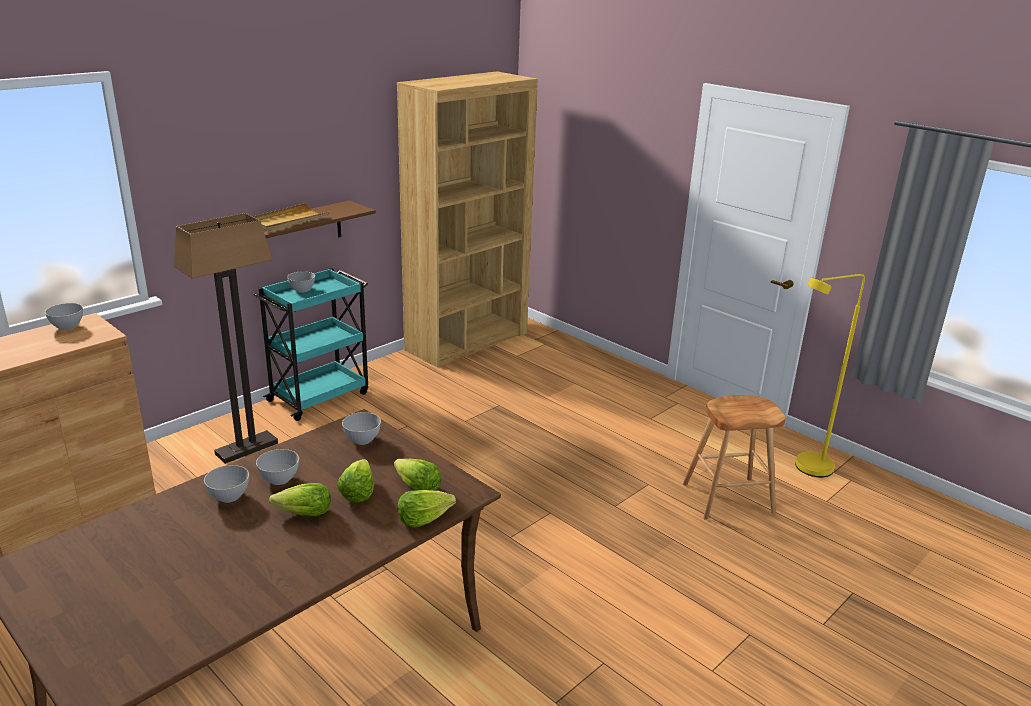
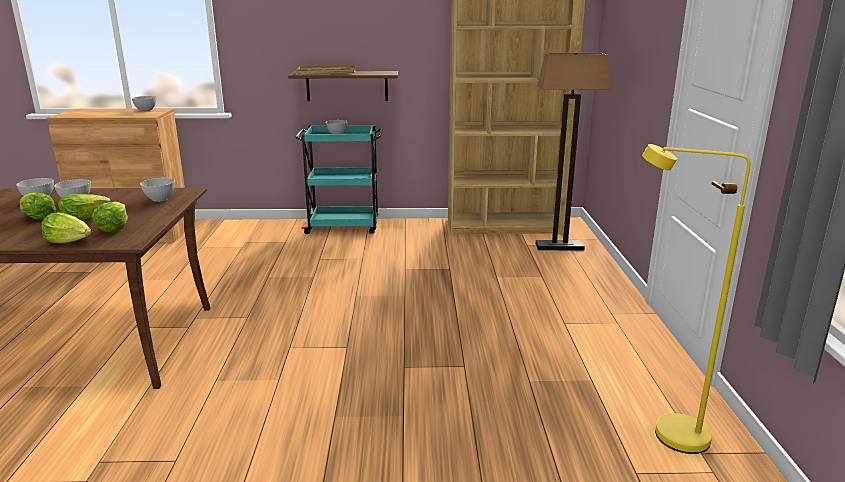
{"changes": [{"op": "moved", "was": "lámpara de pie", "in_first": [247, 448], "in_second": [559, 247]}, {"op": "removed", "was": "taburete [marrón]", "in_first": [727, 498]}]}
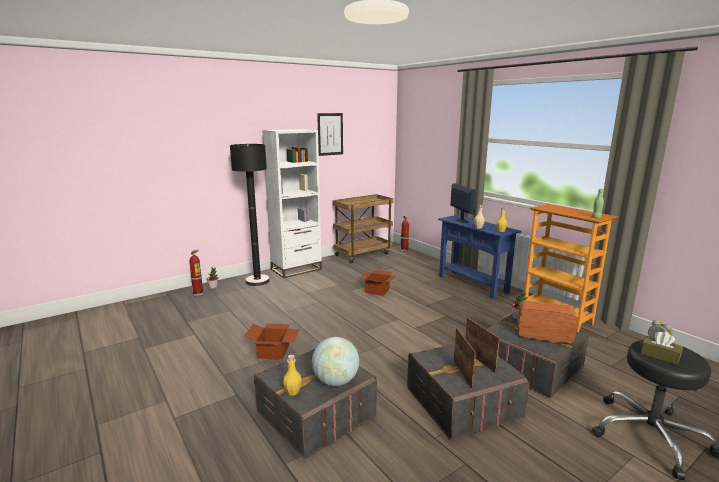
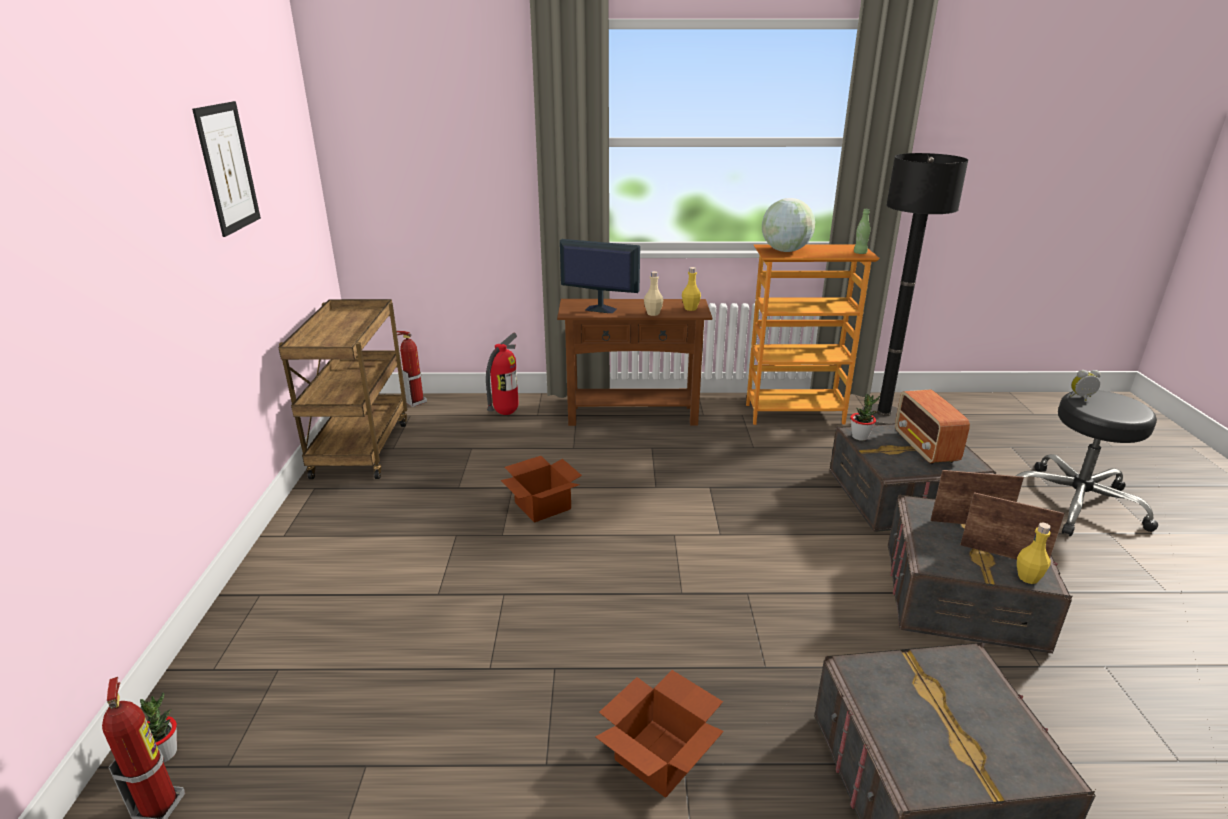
{"changes": [{"op": "added", "now": "extintor", "in_second": [505, 413]}, {"op": "recoloured", "was": "mesa consola [azul]", "now": "mesa consola [marrón]", "in_first": [472, 284], "in_second": [632, 415]}, {"op": "moved", "was": "globo terráqueo", "in_first": [336, 381], "in_second": [785, 251]}, {"op": "moved", "was": "lámpara de pie [negro]", "in_first": [257, 281], "in_second": [882, 418]}, {"op": "turned", "was": "radio", "in_first": [543, 336], "in_second": [925, 448], "clockwise": -60}, {"op": "moved", "was": "botella [amarillo]", "in_first": [293, 392], "in_second": [1028, 578]}, {"op": "removed", "was": "estantería [blanco]", "in_first": [296, 269]}, {"op": "removed", "was": "caja de pañuelos [marrón]", "in_first": [660, 356]}]}
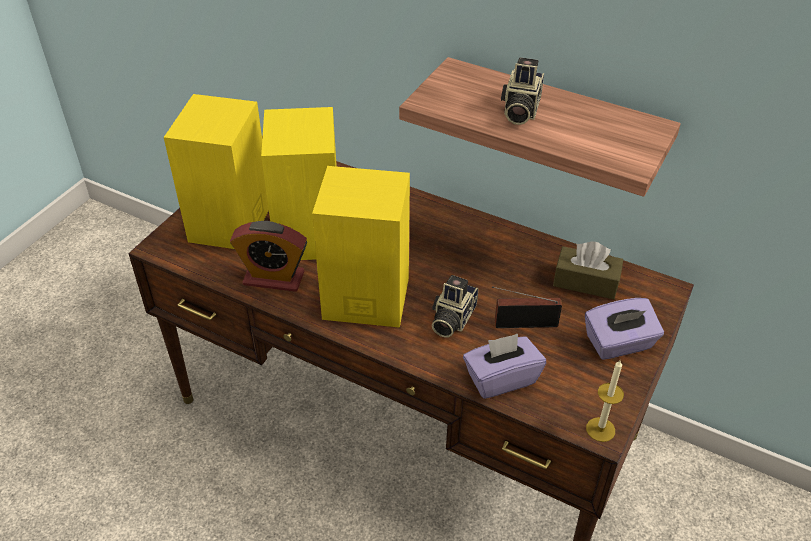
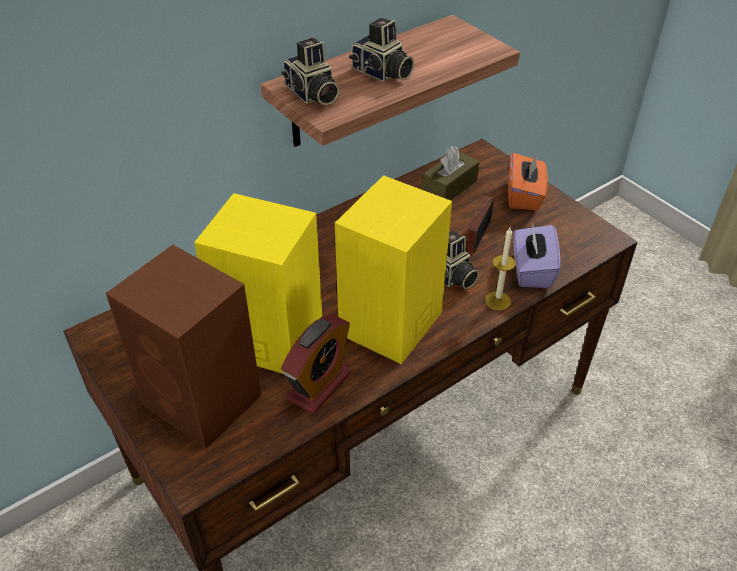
{"changes": [{"op": "recoloured", "was": "altavoz [amarillo]", "now": "altavoz [marrón]", "in_first": [229, 224], "in_second": [204, 401]}, {"op": "added", "now": "cámara", "in_second": [311, 94]}, {"op": "moved", "was": "vela", "in_first": [600, 429], "in_second": [498, 301]}, {"op": "recoloured", "was": "caja de pañuelos [morado]", "now": "caja de pañuelos [naranja]", "in_first": [619, 343], "in_second": [524, 196]}]}
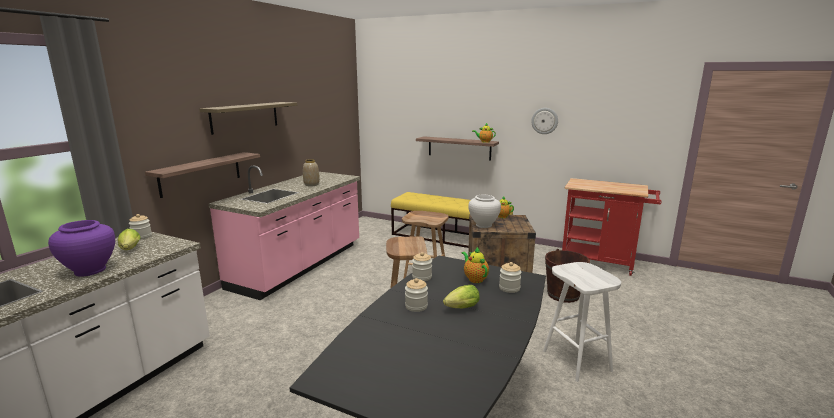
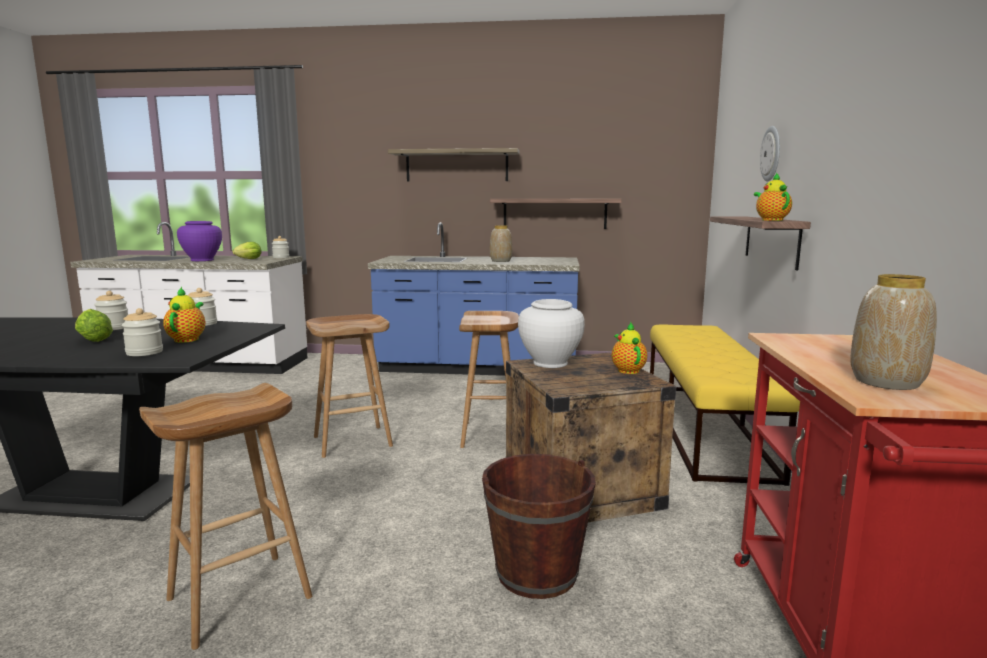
{"changes": [{"op": "recoloured", "was": "taburete [blanco]", "now": "taburete [marrón]", "in_first": [577, 361], "in_second": [238, 599]}, {"op": "turned", "was": "tetera", "in_first": [474, 279], "in_second": [188, 339], "clockwise": -45}, {"op": "recoloured", "was": "mueble bajo de cocina [rosa]", "now": "mueble bajo de cocina [azul]", "in_first": [299, 265], "in_second": [477, 368]}, {"op": "moved", "was": "estante", "in_first": [201, 173], "in_second": [554, 213]}, {"op": "moved", "was": "reloj de pared", "in_first": [544, 121], "in_second": [771, 153]}, {"op": "added", "now": "florero", "in_second": [885, 382]}]}
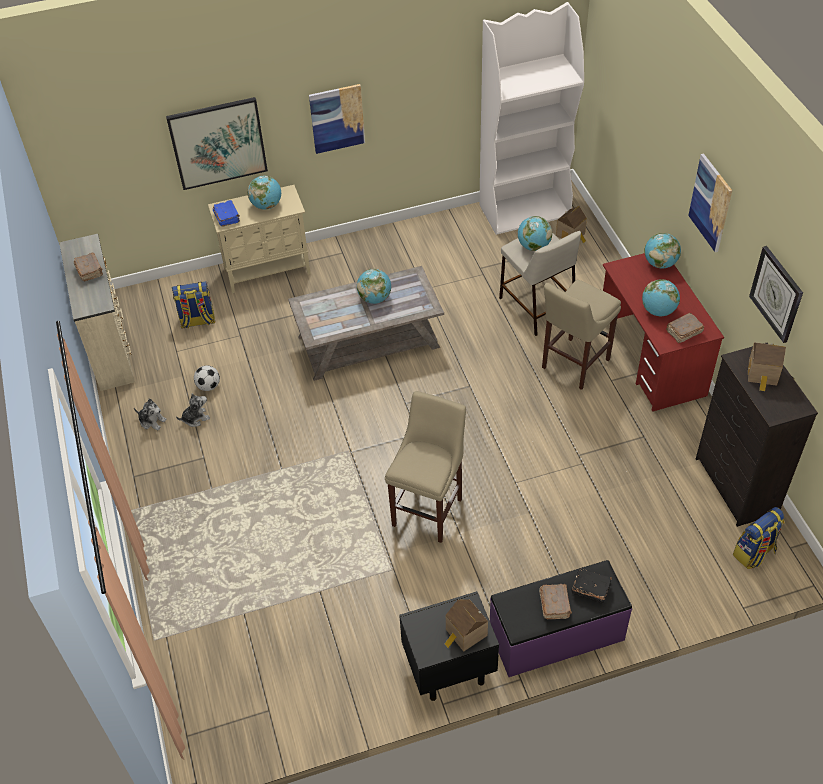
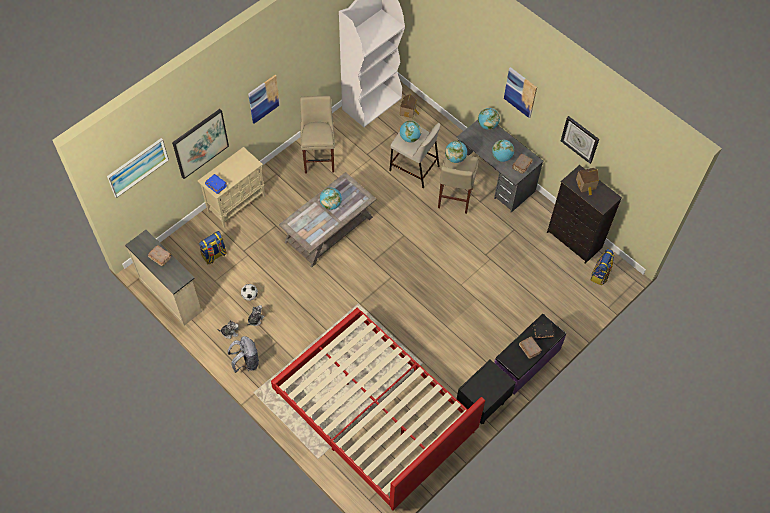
{"changes": [{"op": "added", "now": "cuadro", "in_second": [137, 167]}, {"op": "added", "now": "mochila [gris]", "in_second": [246, 362]}, {"op": "added", "now": "cama [rojo]", "in_second": [374, 412]}, {"op": "moved", "was": "taburete [beis]", "in_first": [429, 509], "in_second": [319, 158]}, {"op": "moved", "was": "globo terráqueo", "in_first": [267, 205], "in_second": [455, 158]}, {"op": "recoloured", "was": "escritorio [rojo]", "now": "escritorio [gris]", "in_first": [651, 358], "in_second": [494, 179]}, {"op": "removed", "was": "casita", "in_first": [465, 634]}]}
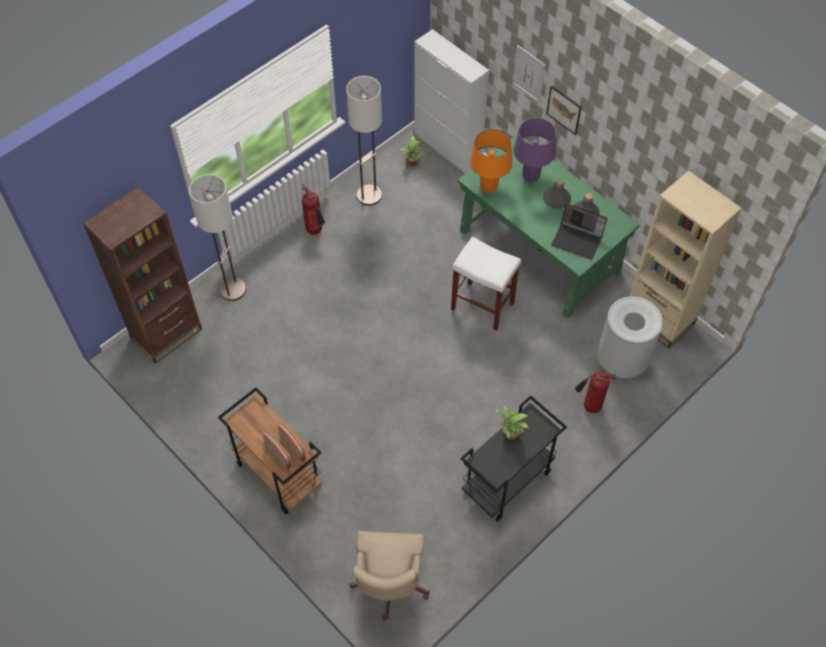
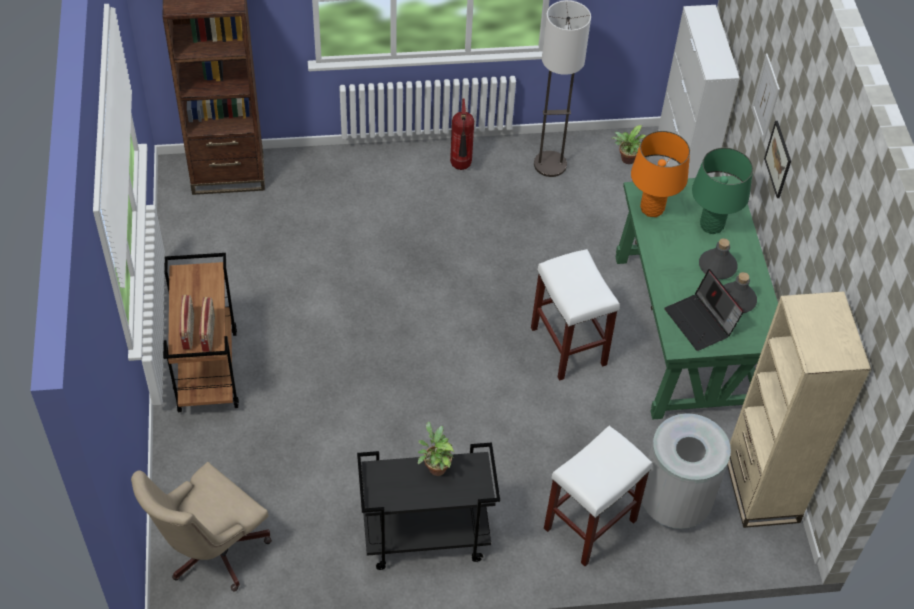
{"changes": [{"op": "replaced", "was": "extintor", "now": "taburete [blanco]", "in_first": [589, 407], "in_second": [589, 526]}, {"op": "recoloured", "was": "lámpara de mesa [morado]", "now": "lámpara de mesa [verde]", "in_first": [531, 175], "in_second": [711, 225]}, {"op": "removed", "was": "lámpara de pie", "in_first": [232, 289]}]}
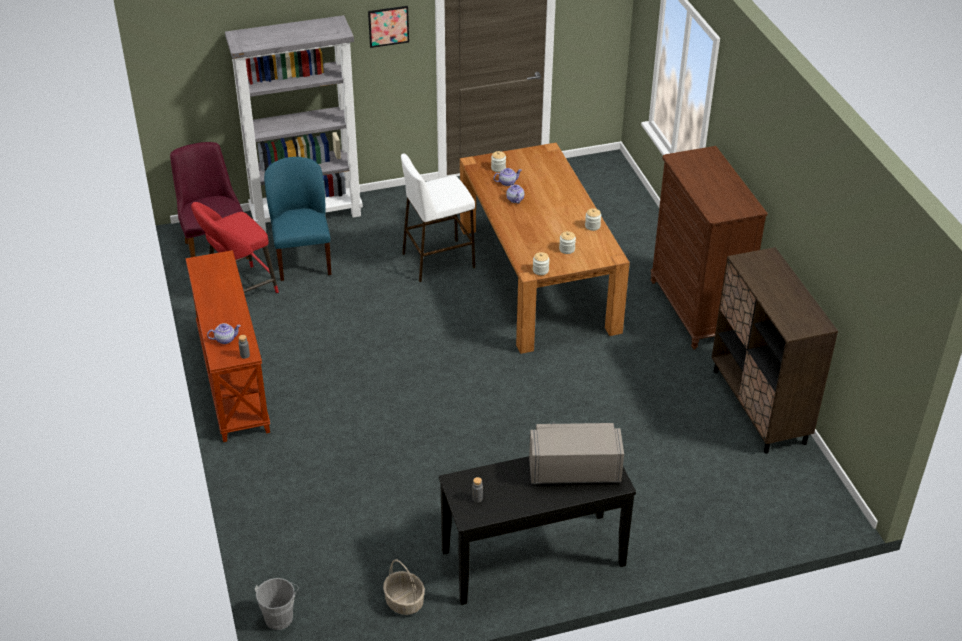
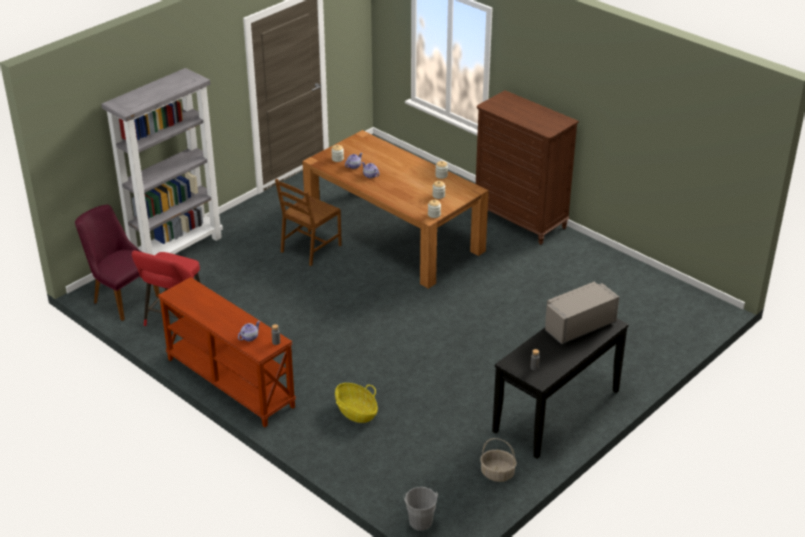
{"changes": [{"op": "replaced", "was": "taburete [blanco]", "now": "silla [marrón]", "in_first": [437, 260], "in_second": [310, 248]}, {"op": "added", "now": "cesta", "in_second": [356, 412]}, {"op": "removed", "was": "silla [azul]", "in_first": [302, 258]}, {"op": "removed", "was": "cuadro", "in_first": [388, 26]}, {"op": "removed", "was": "armario [marrón]", "in_first": [759, 406]}]}
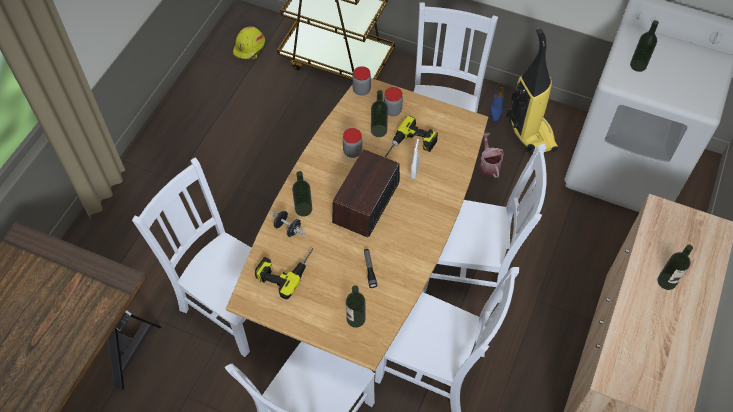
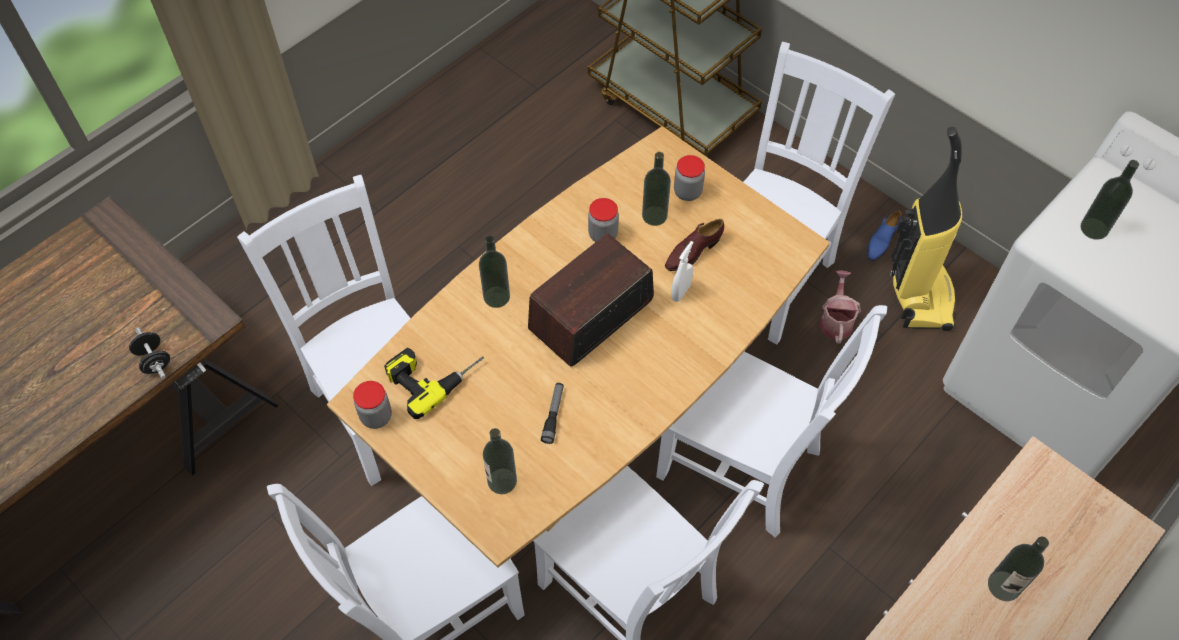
{"changes": [{"op": "moved", "was": "mancuerna [negro]", "in_first": [288, 228], "in_second": [154, 360]}, {"op": "moved", "was": "tarro", "in_first": [361, 90], "in_second": [376, 416]}, {"op": "replaced", "was": "taladro", "now": "zapato [marrón]", "in_first": [411, 146], "in_second": [692, 252]}, {"op": "removed", "was": "casco [amarillo]", "in_first": [250, 48]}]}
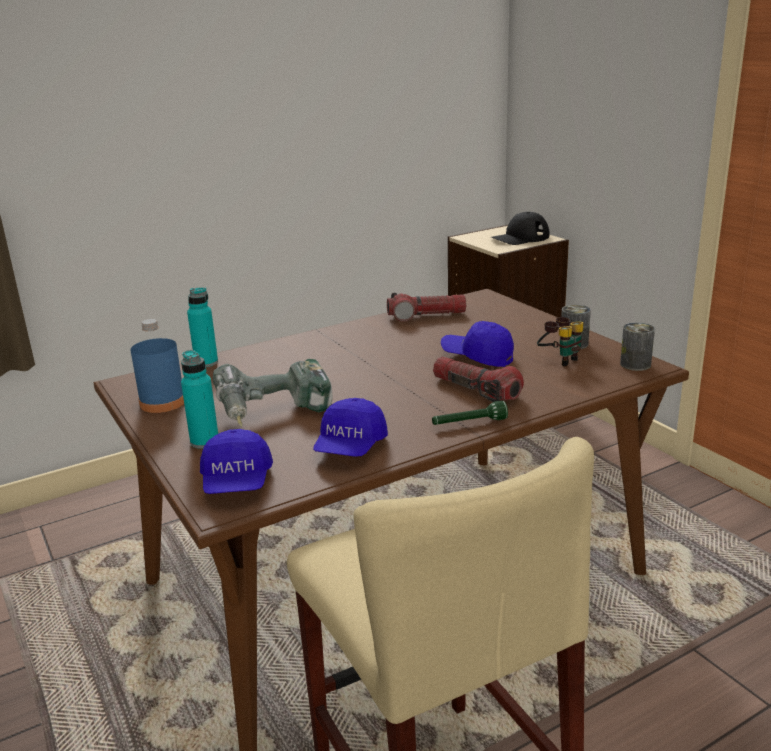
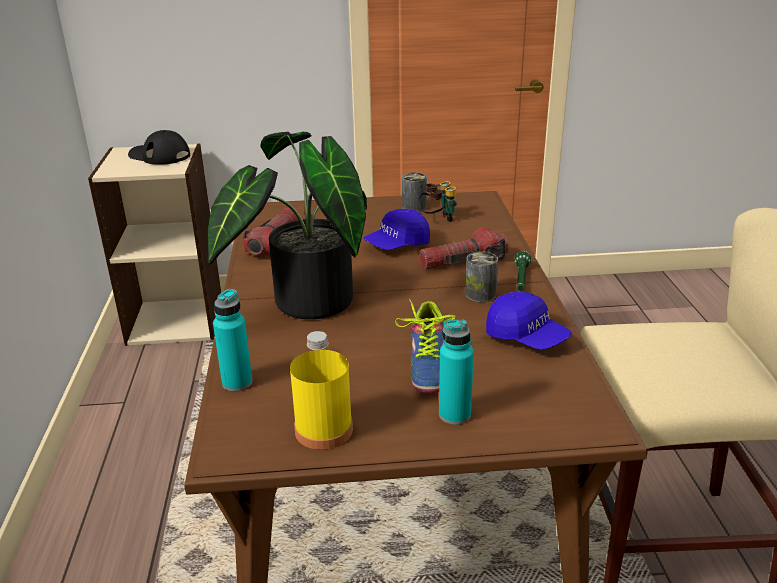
{"changes": [{"op": "turned", "was": "gorra [negro]", "in_first": [520, 238], "in_second": [159, 156], "clockwise": 120}, {"op": "added", "now": "planta en maceta", "in_second": [304, 301]}, {"op": "recoloured", "was": "botella [azul]", "now": "botella [amarillo]", "in_first": [162, 402], "in_second": [323, 430]}, {"op": "replaced", "was": "taladro", "now": "zapato", "in_first": [276, 416], "in_second": [431, 362]}, {"op": "moved", "was": "lata", "in_first": [635, 364], "in_second": [480, 294]}, {"op": "removed", "was": "gorra [azul]", "in_first": [237, 482]}]}
